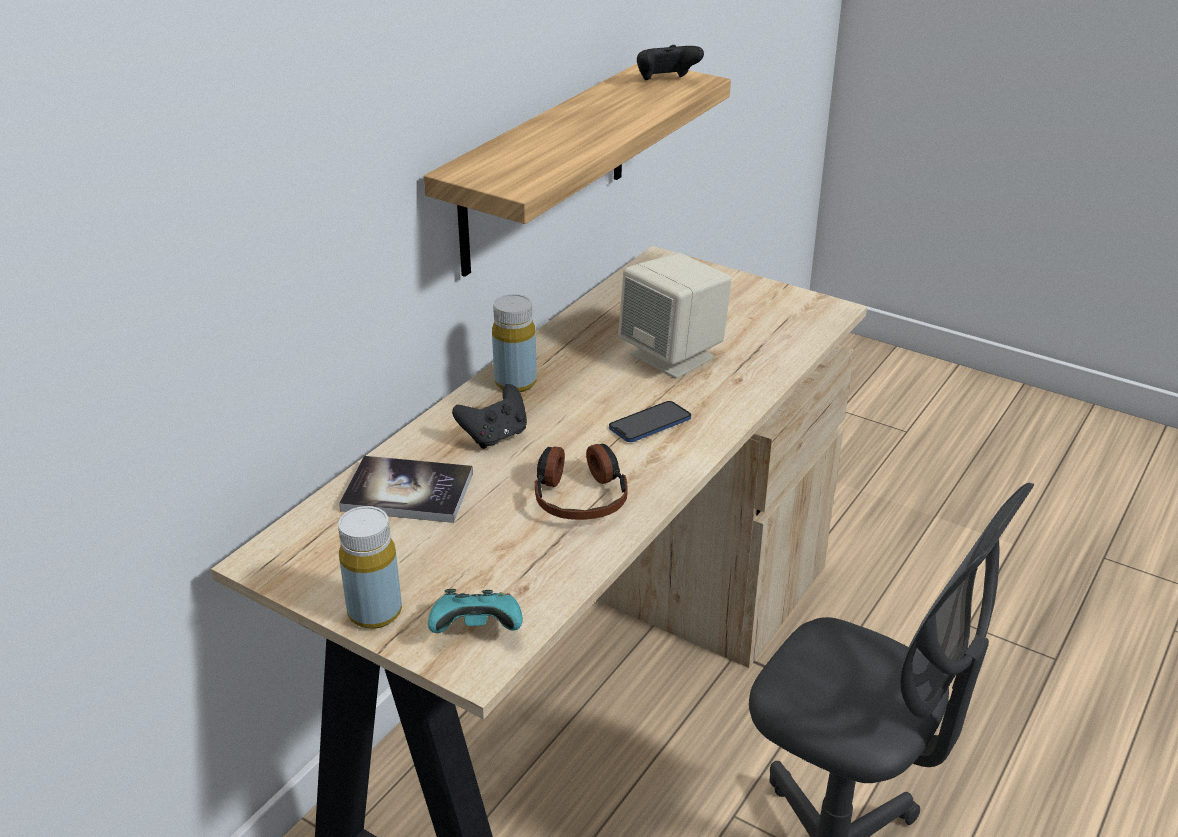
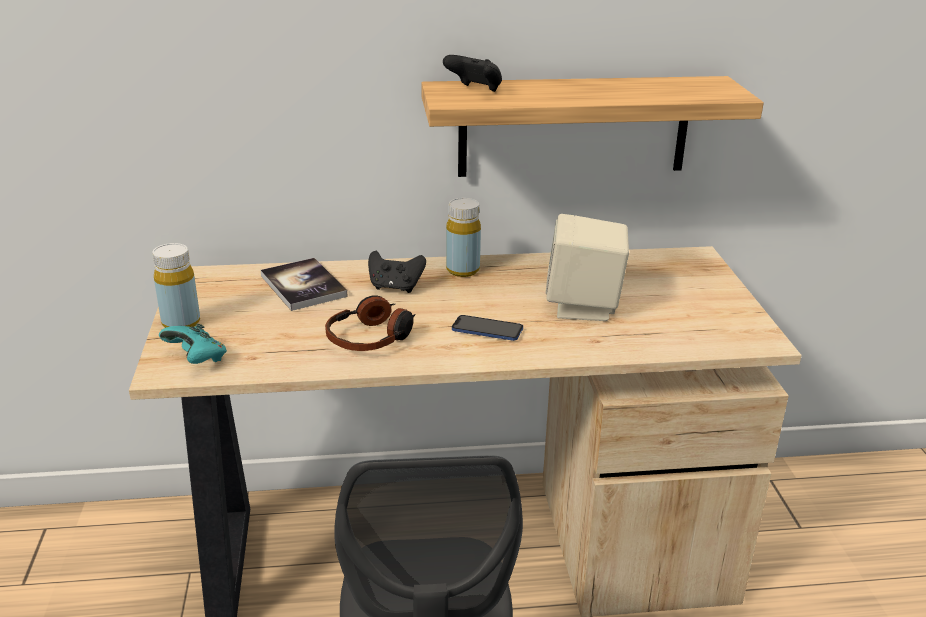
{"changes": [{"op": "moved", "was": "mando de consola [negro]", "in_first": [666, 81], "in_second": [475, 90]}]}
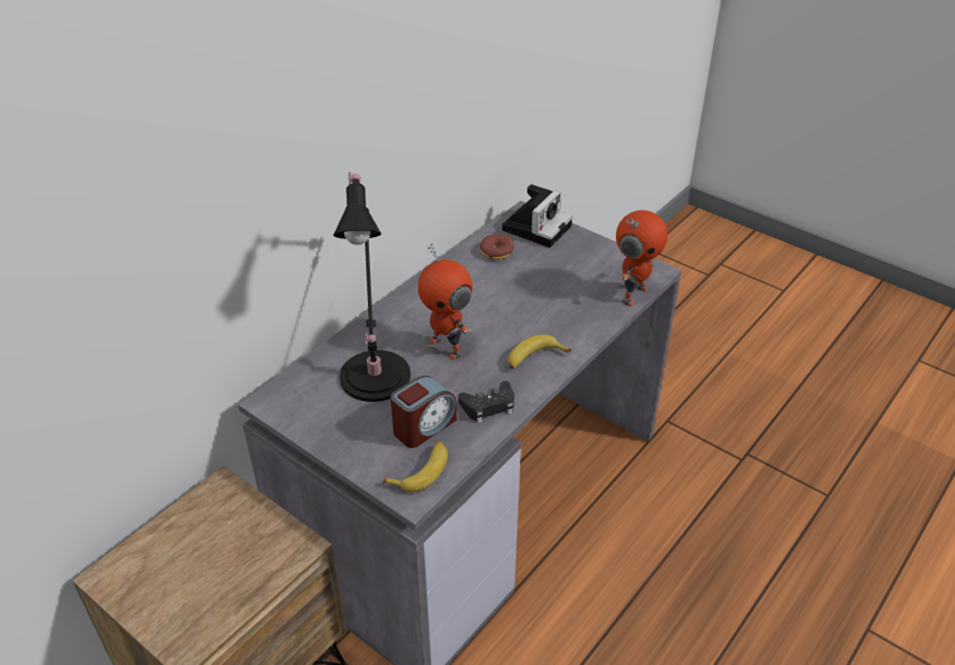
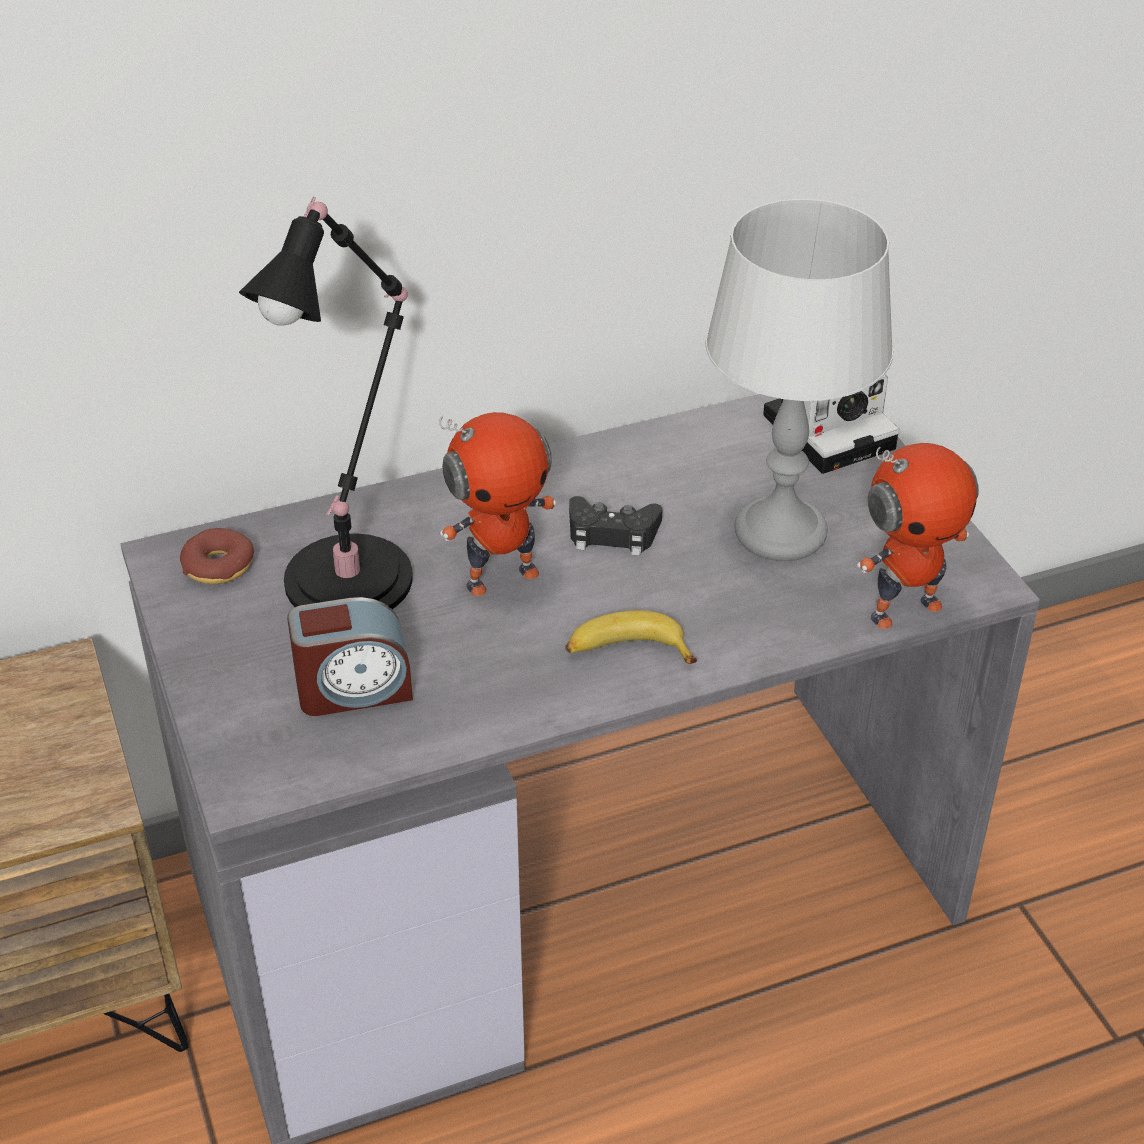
{"changes": [{"op": "moved", "was": "rosquilla", "in_first": [496, 252], "in_second": [218, 566]}, {"op": "turned", "was": "robot de juguete", "in_first": [447, 346], "in_second": [501, 576], "clockwise": -105}, {"op": "moved", "was": "mando de consola [negro]", "in_first": [488, 406], "in_second": [612, 533]}, {"op": "added", "now": "lámpara de mesa [gris]", "in_second": [779, 533]}, {"op": "removed", "was": "plátano", "in_first": [421, 471]}]}
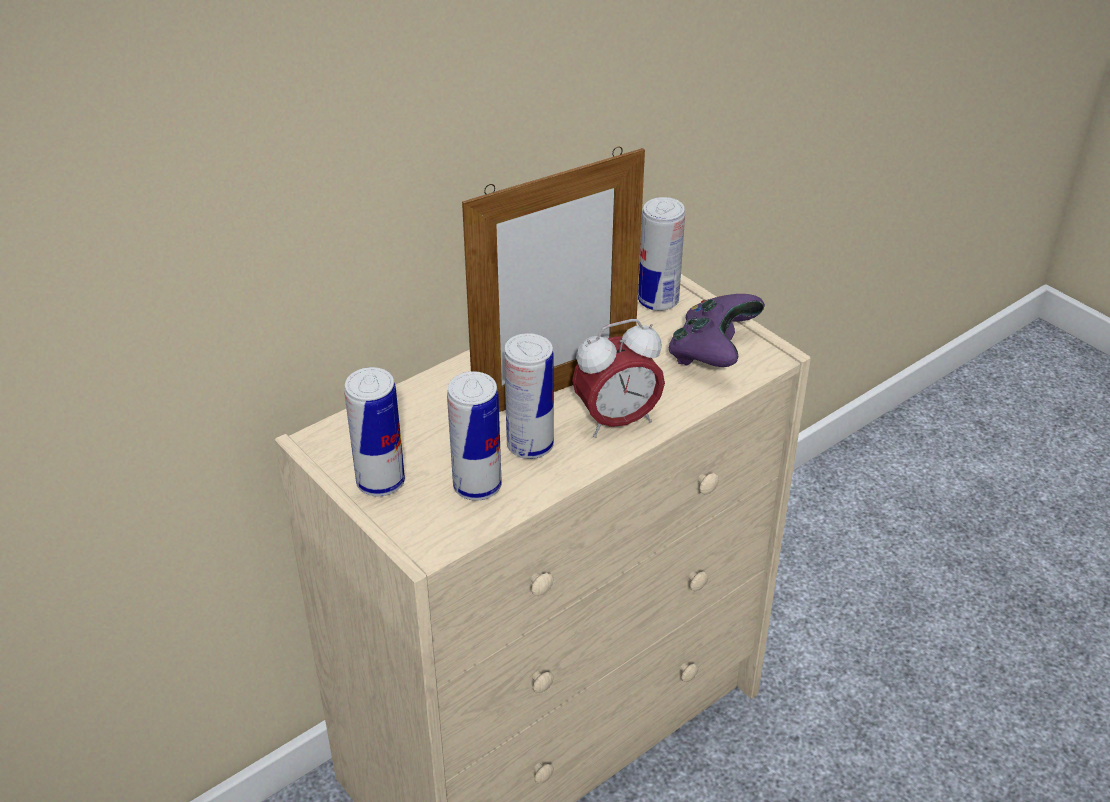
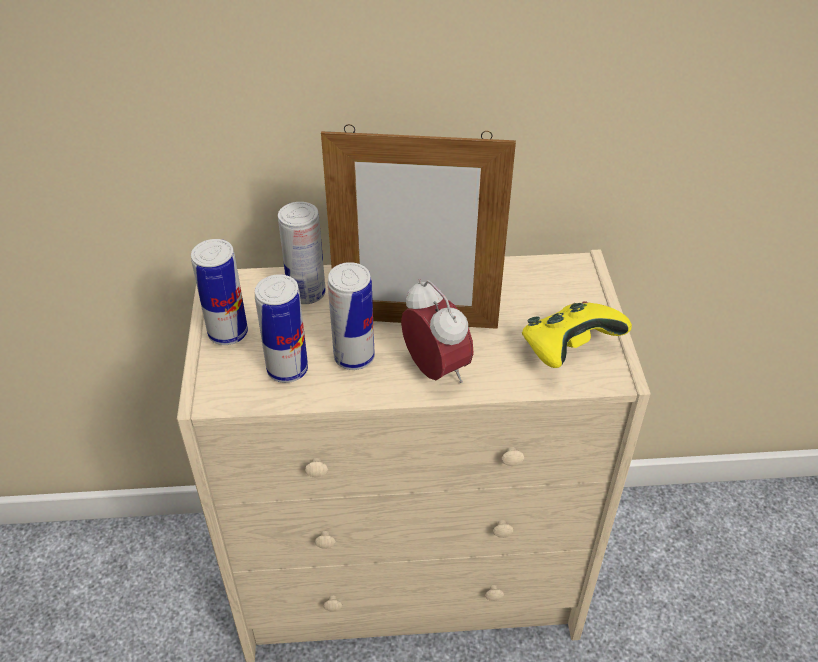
{"changes": [{"op": "moved", "was": "lata", "in_first": [658, 301], "in_second": [306, 293]}, {"op": "turned", "was": "despertador", "in_first": [617, 421], "in_second": [436, 370], "clockwise": -135}, {"op": "recoloured", "was": "mando de consola [morado]", "now": "mando de consola [amarillo]", "in_first": [712, 352], "in_second": [568, 350]}]}
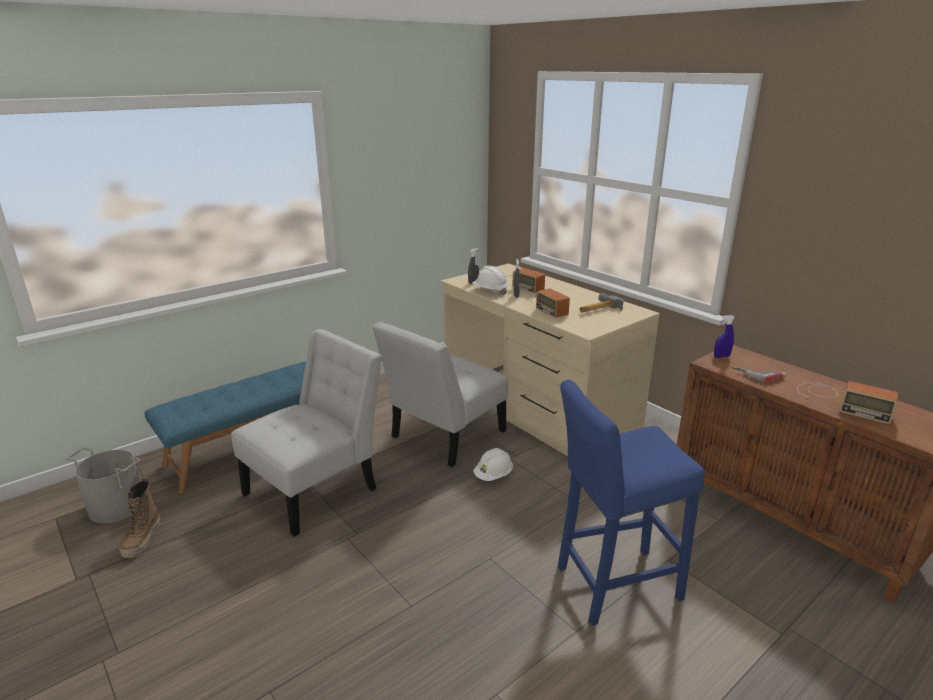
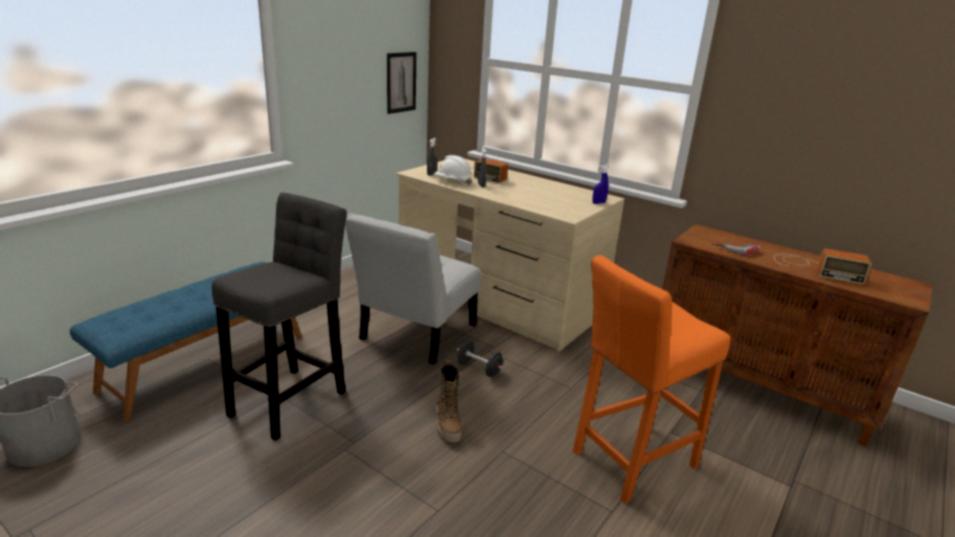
{"changes": [{"op": "replaced", "was": "silla [blanco]", "now": "taburete [gris]", "in_first": [316, 488], "in_second": [292, 399]}, {"op": "added", "now": "cuadro", "in_second": [401, 82]}, {"op": "moved", "was": "bota", "in_first": [142, 540], "in_second": [448, 426]}, {"op": "replaced", "was": "casco [blanco]", "now": "mancuerna [negro]", "in_first": [493, 476], "in_second": [479, 369]}, {"op": "recoloured", "was": "taburete [azul]", "now": "taburete [naranja]", "in_first": [612, 585], "in_second": [629, 462]}, {"op": "moved", "was": "pulverizador [azul]", "in_first": [721, 357], "in_second": [598, 203]}, {"op": "removed", "was": "radio", "in_first": [551, 305]}, {"op": "removed", "was": "martillo", "in_first": [597, 309]}]}
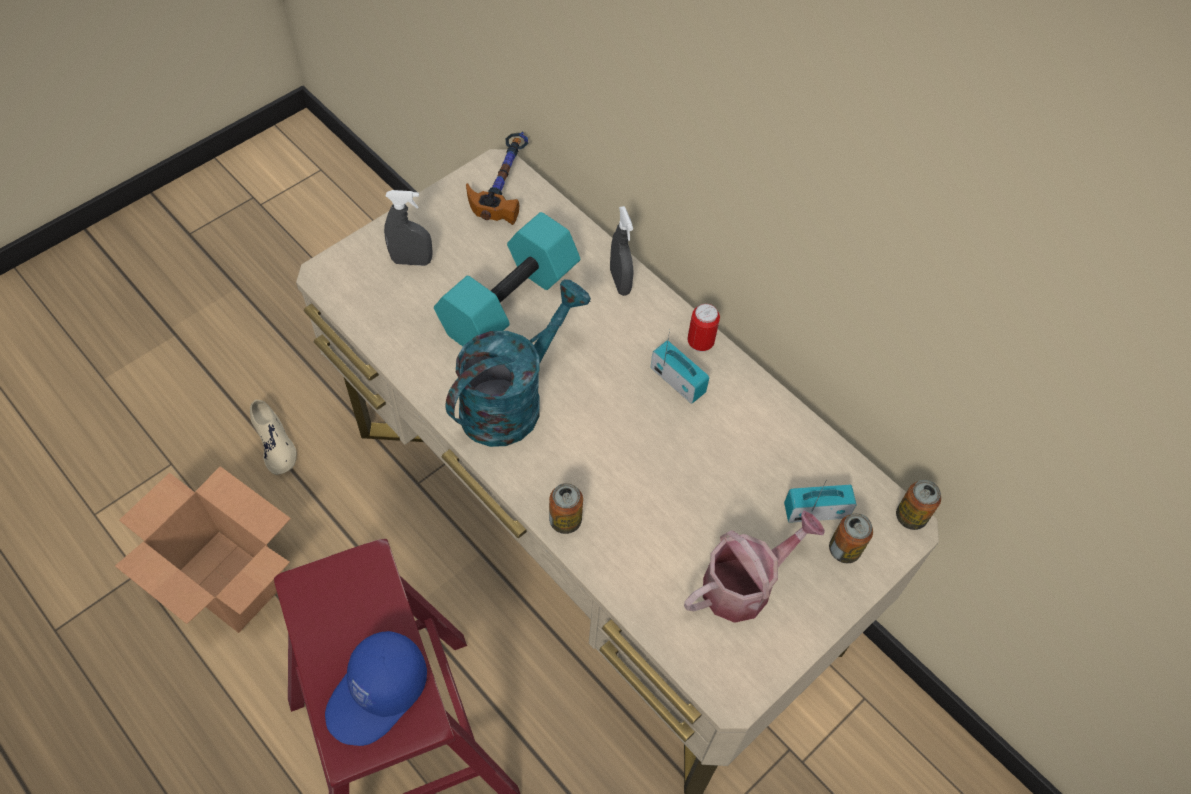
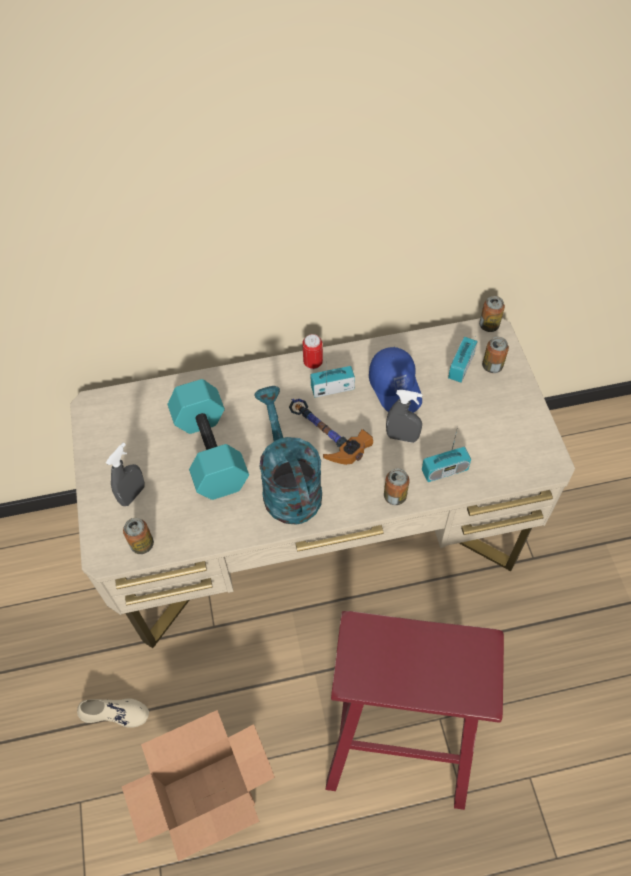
{"changes": [{"op": "added", "now": "lata", "in_second": [142, 544]}, {"op": "moved", "was": "martillo", "in_first": [502, 183], "in_second": [323, 435]}, {"op": "moved", "was": "gorra [azul]", "in_first": [378, 694], "in_second": [396, 388]}, {"op": "moved", "was": "pulverizador [gris]", "in_first": [620, 282], "in_second": [402, 437]}, {"op": "added", "now": "radio", "in_second": [444, 470]}, {"op": "removed", "was": "regadera", "in_first": [744, 584]}]}
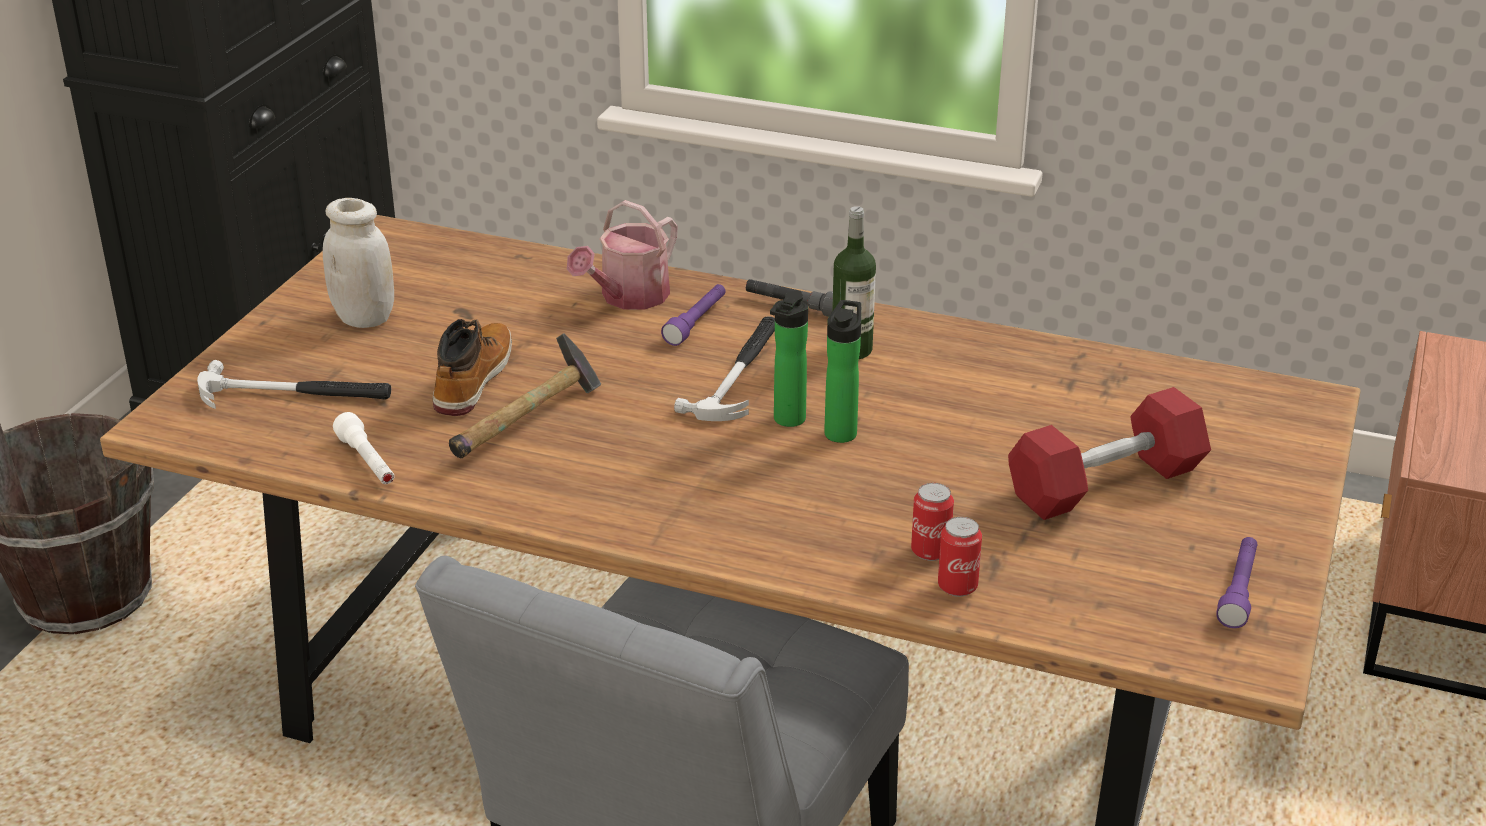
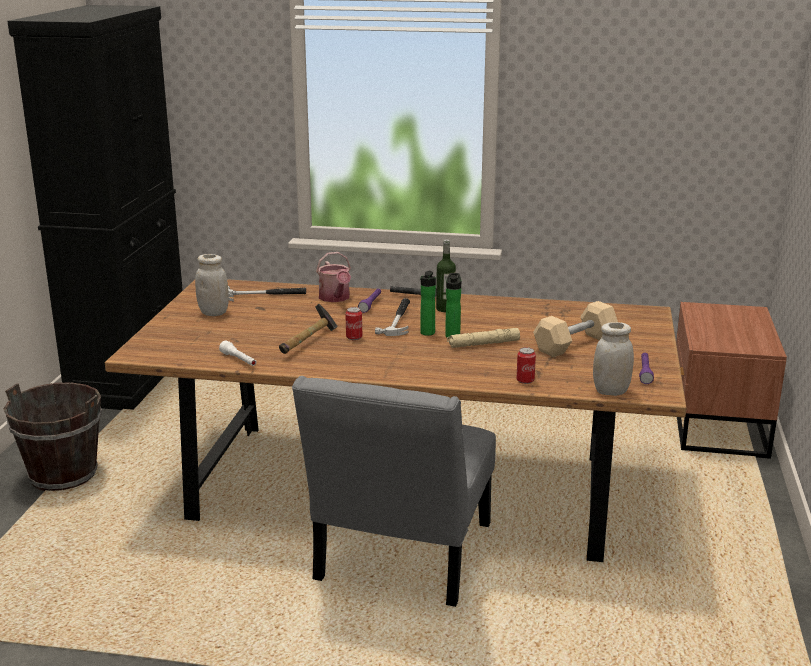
{"changes": [{"op": "moved", "was": "martillo", "in_first": [294, 394], "in_second": [264, 295]}, {"op": "turned", "was": "regadera", "in_first": [628, 298], "in_second": [335, 298], "clockwise": -45}, {"op": "moved", "was": "lata", "in_first": [930, 551], "in_second": [354, 337]}, {"op": "added", "now": "linterna [beis]", "in_second": [483, 344]}, {"op": "recoloured", "was": "mancuerna [rojo]", "now": "mancuerna [beis]", "in_first": [1105, 483], "in_second": [575, 344]}, {"op": "added", "now": "tarro [blanco]", "in_second": [611, 391]}, {"op": "removed", "was": "bota", "in_first": [472, 380]}]}
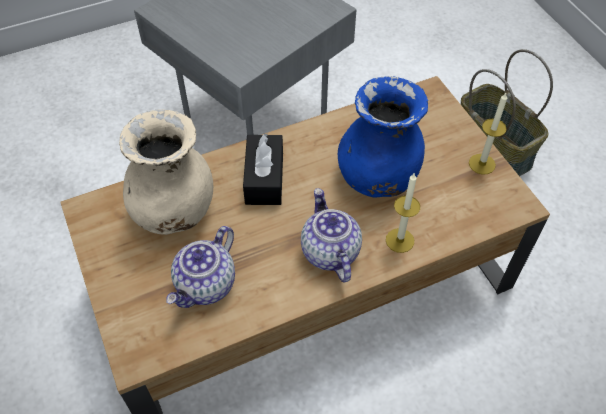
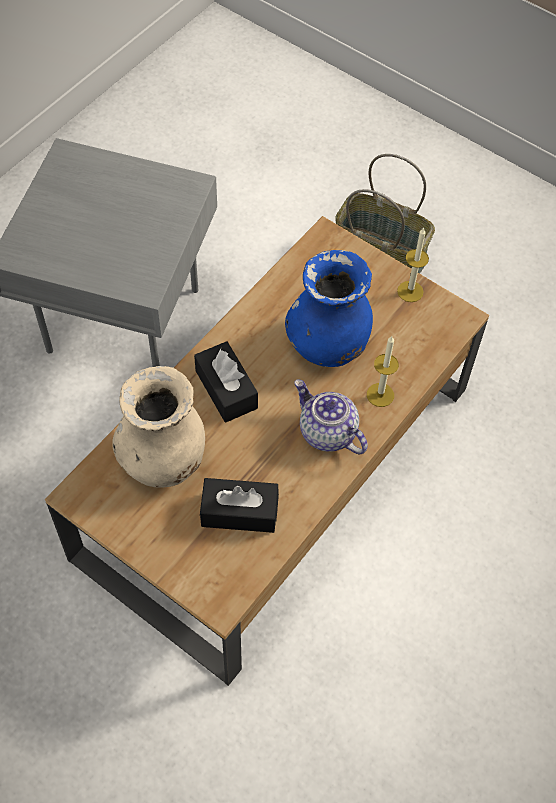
{"changes": [{"op": "replaced", "was": "tetera", "now": "caja de pañuelos [negro]", "in_first": [206, 285], "in_second": [239, 512]}]}
